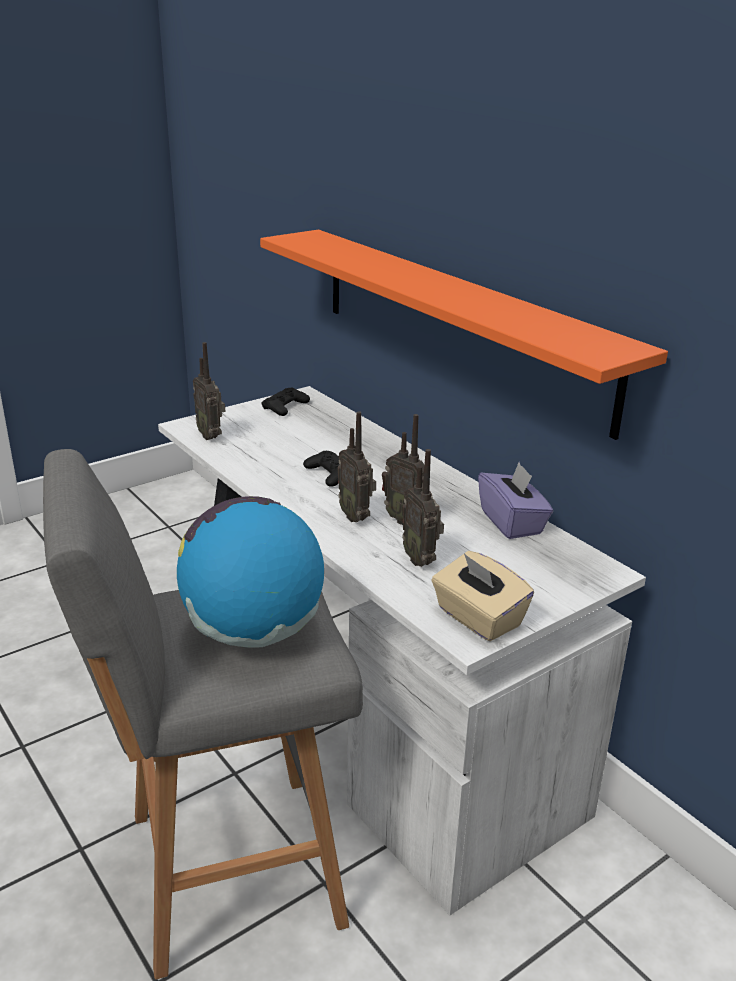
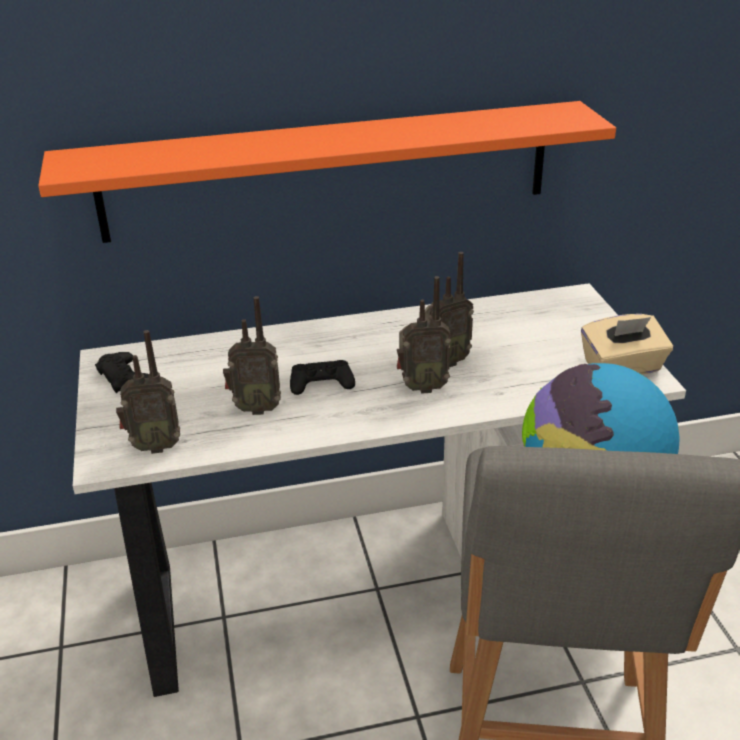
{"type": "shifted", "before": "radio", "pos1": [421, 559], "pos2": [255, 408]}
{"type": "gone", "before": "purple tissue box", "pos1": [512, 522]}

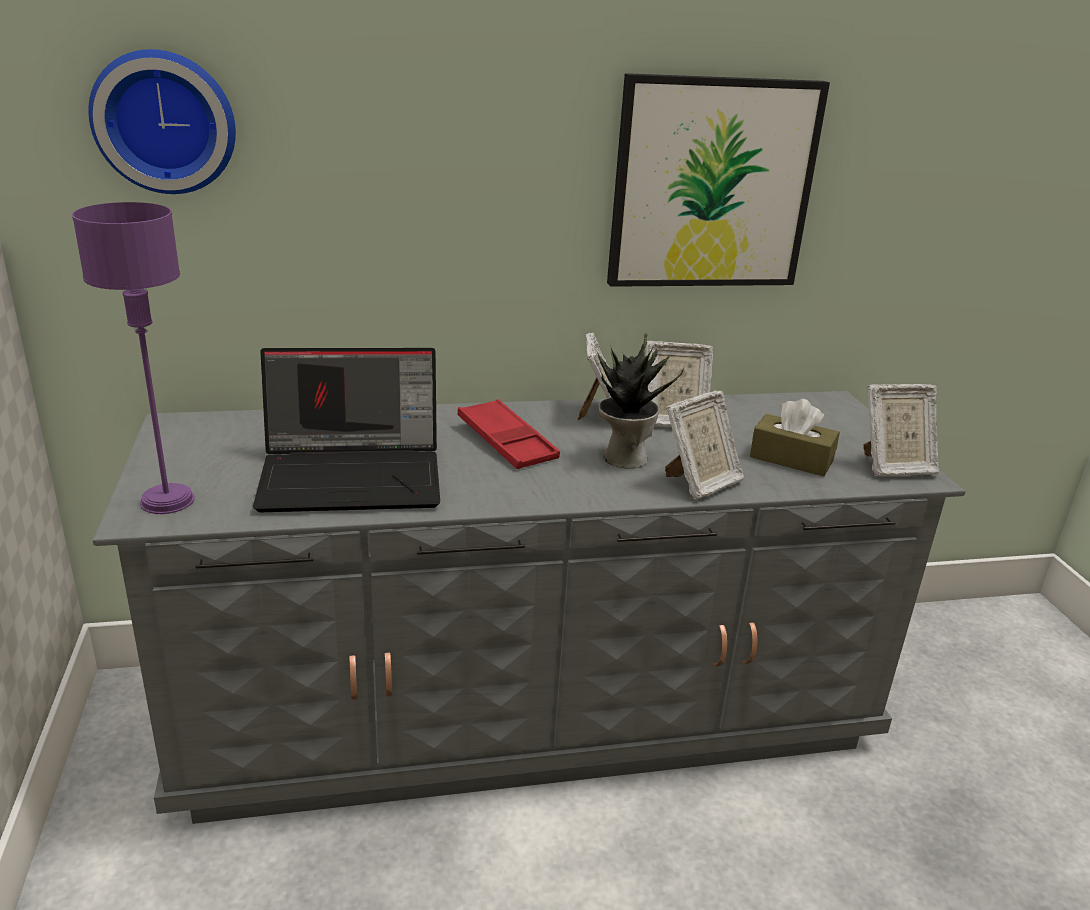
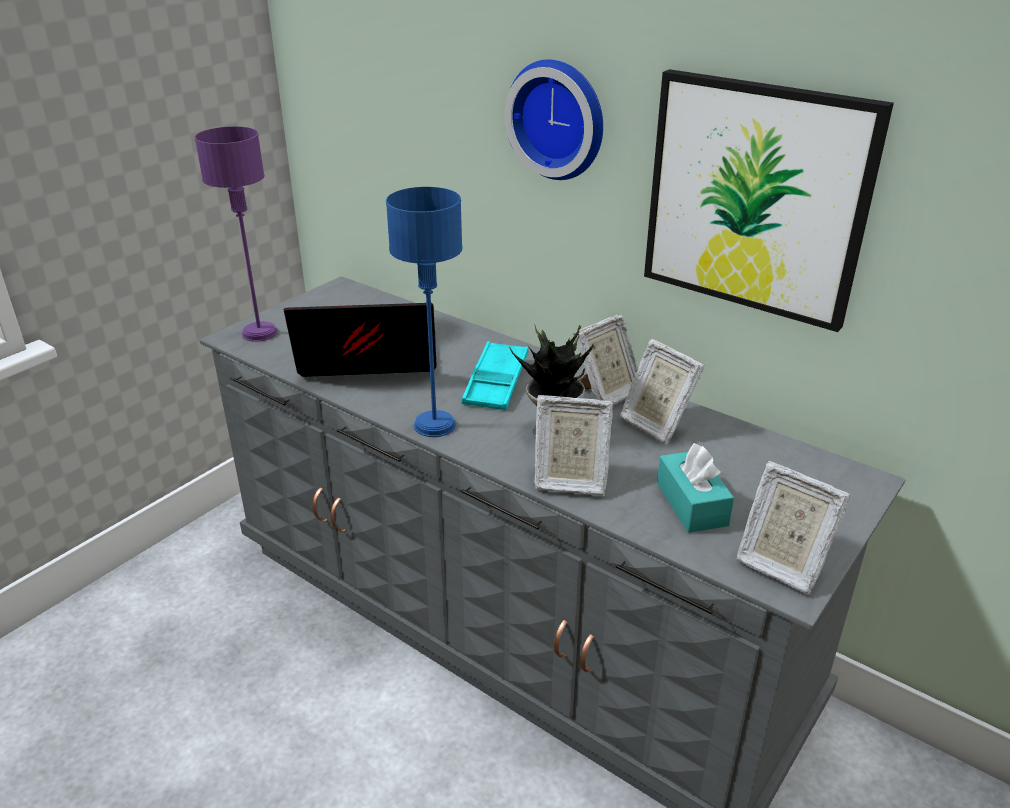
{"type": "shifted", "before": "wall clock", "pos1": [165, 122], "pos2": [559, 119]}
{"type": "rotated", "before": "laptop", "pos1": [354, 476], "pos2": [366, 362], "turn": 135}
{"type": "repainted", "before": "red tray", "after": "turquoise tray", "pos1": [506, 442], "pos2": [496, 382]}
{"type": "repainted", "before": "brown tissue box", "after": "turquoise tissue box", "pos1": [791, 459], "pos2": [691, 504]}
{"type": "new", "after": "blue table lamp", "pos2": [434, 425]}

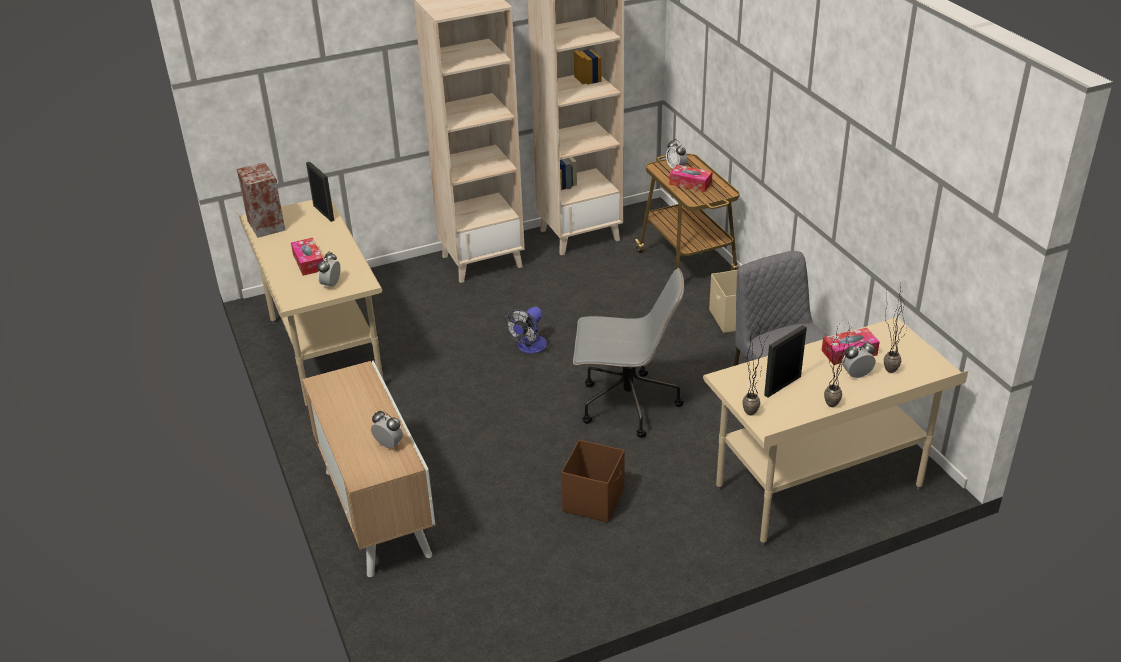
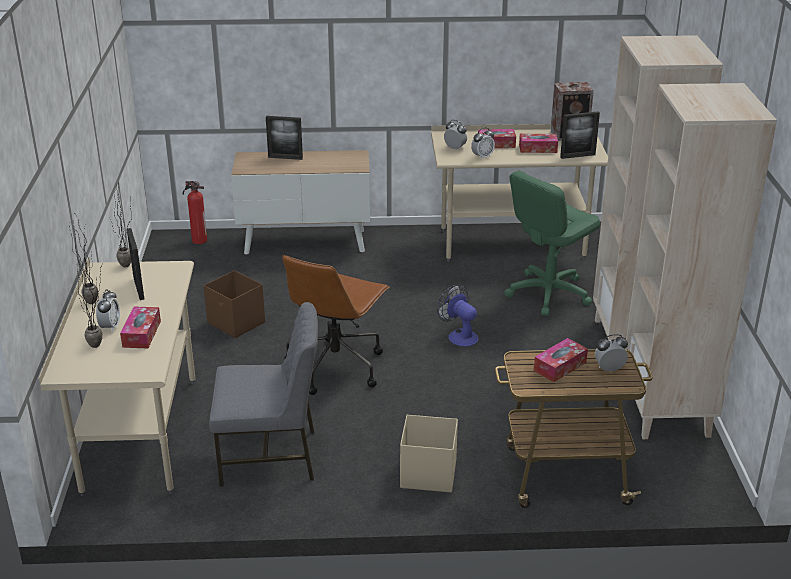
{"type": "repainted", "before": "grey office chair", "after": "brown office chair", "pos1": [626, 405], "pos2": [336, 366]}
{"type": "shifted", "before": "alarm clock", "pos1": [389, 445], "pos2": [482, 157]}
{"type": "new", "after": "picture frame", "pos2": [285, 158]}
{"type": "new", "after": "tissue box", "pos2": [538, 149]}
{"type": "new", "after": "green office chair", "pos2": [548, 293]}
{"type": "new", "after": "fire extinguisher", "pos2": [198, 240]}

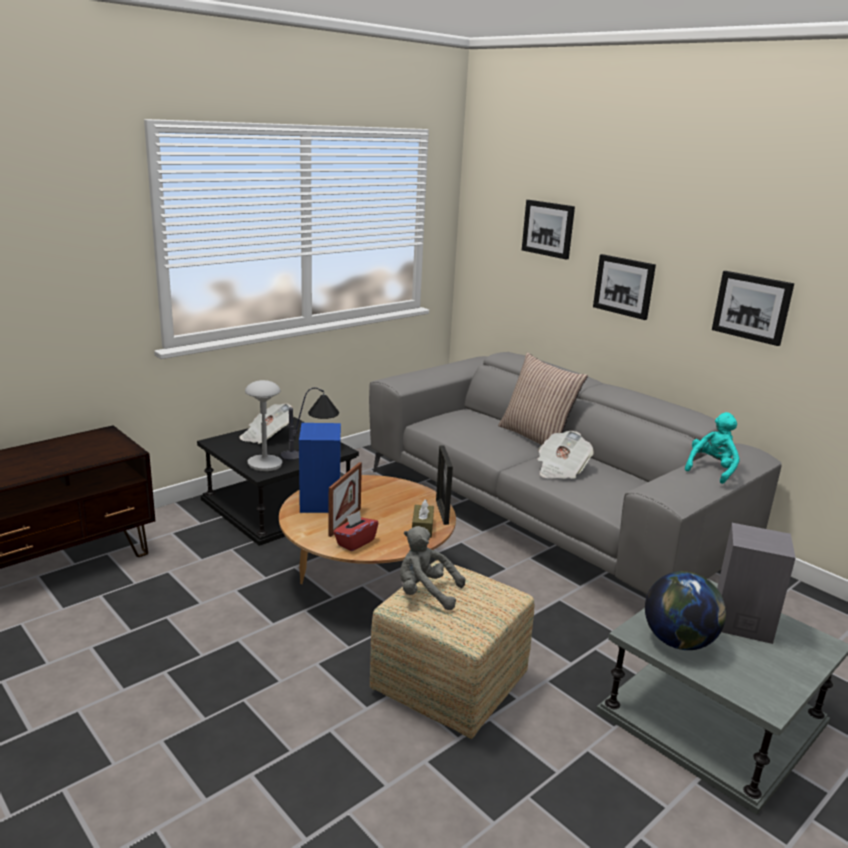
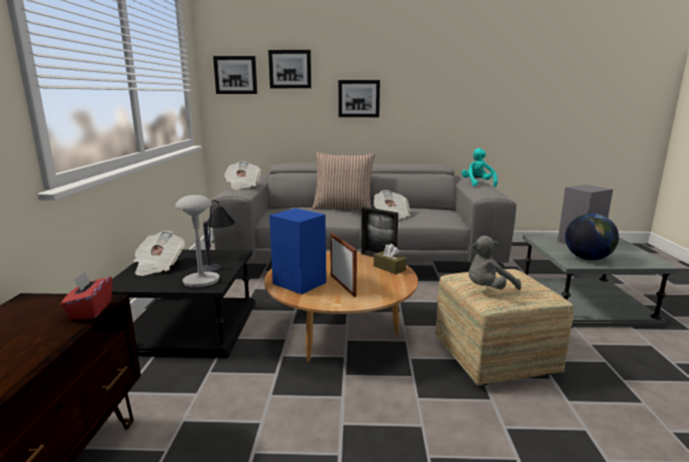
{"type": "shifted", "before": "picture", "pos1": [752, 307], "pos2": [235, 75]}
{"type": "shifted", "before": "red tissue box", "pos1": [355, 542], "pos2": [90, 310]}
{"type": "new", "after": "newspaper", "pos2": [242, 185]}

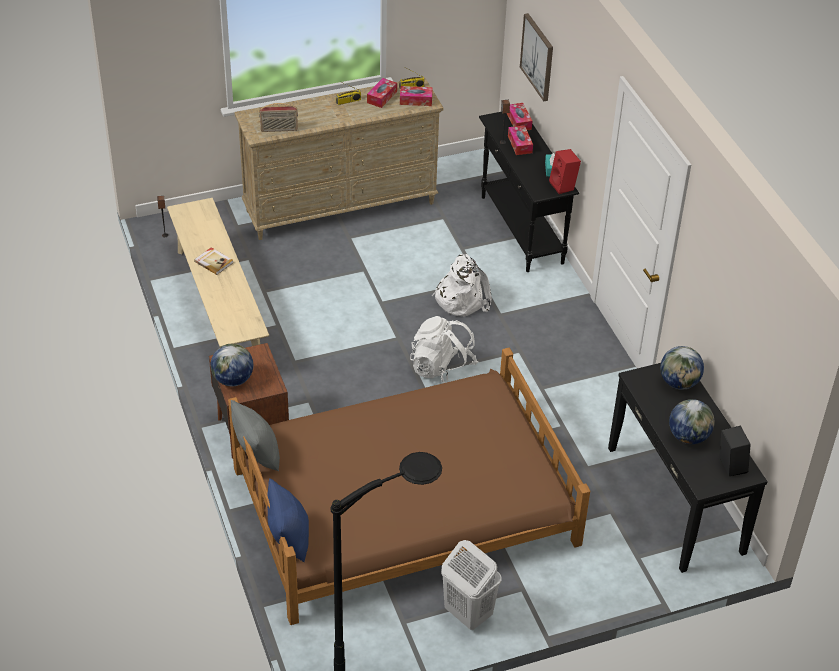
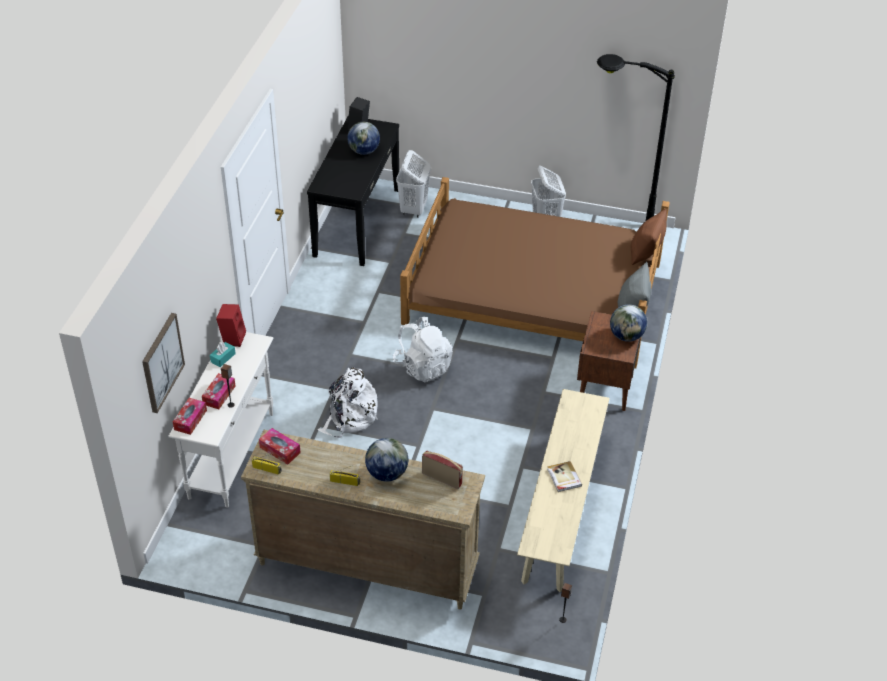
{"type": "gone", "before": "tissue box", "pos1": [382, 97]}
{"type": "repainted", "before": "black console table", "after": "white console table", "pos1": [521, 230], "pos2": [232, 454]}
{"type": "shifted", "before": "globe", "pos1": [679, 383], "pos2": [387, 473]}
{"type": "repainted", "before": "blue pillow", "after": "brown pillow", "pos1": [289, 538], "pos2": [646, 253]}
{"type": "new", "after": "white laundry basket", "pos2": [413, 209]}

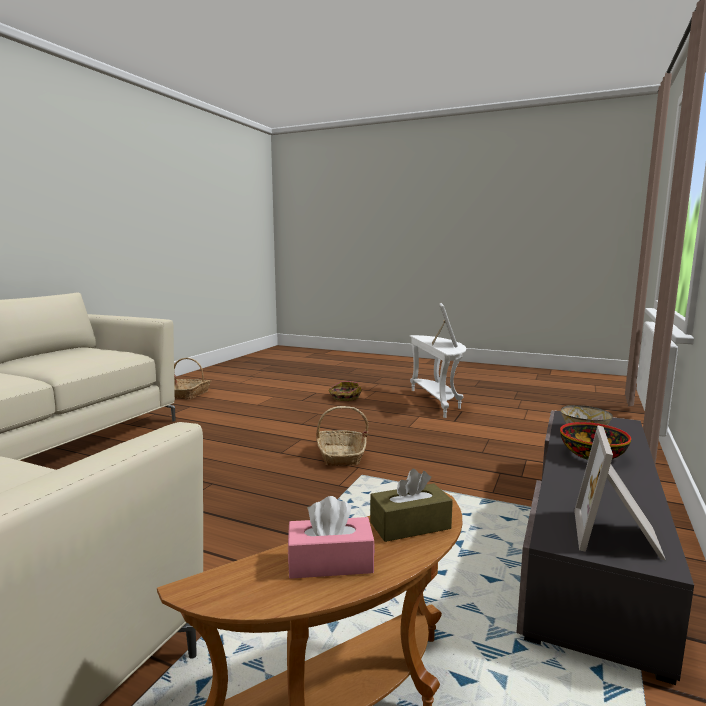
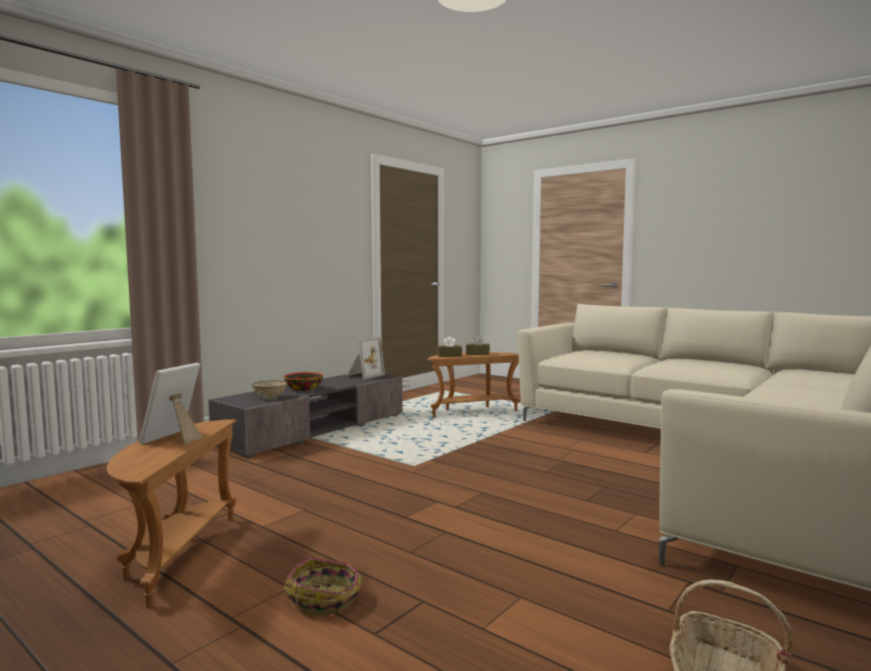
{"type": "repainted", "before": "white side table", "after": "brown side table", "pos1": [437, 402], "pos2": [175, 556]}
{"type": "gone", "before": "basket", "pos1": [341, 456]}
{"type": "repainted", "before": "pink tissue box", "after": "brown tissue box", "pos1": [330, 562], "pos2": [477, 354]}

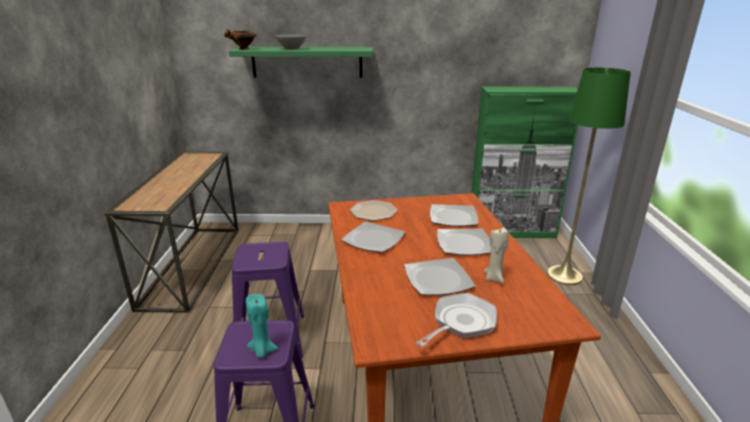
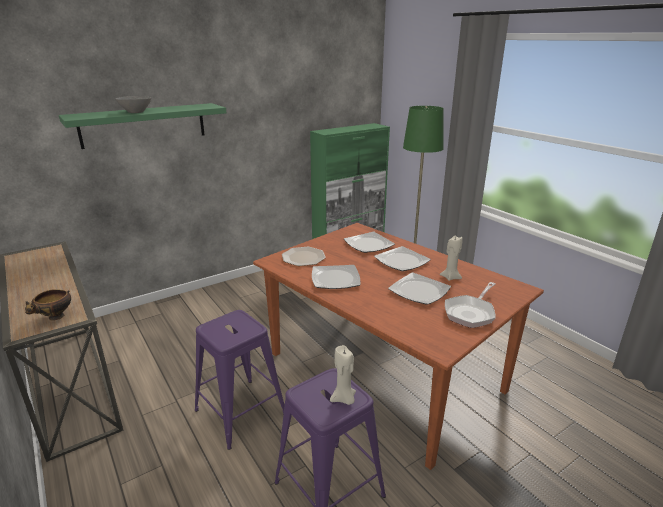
{"type": "shifted", "before": "bowl", "pos1": [243, 49], "pos2": [55, 317]}
{"type": "rotated", "before": "frying pan", "pos1": [461, 323], "pos2": [470, 313], "turn": -150}
{"type": "repainted", "before": "turquoise candle", "after": "beige candle", "pos1": [262, 351], "pos2": [344, 399]}

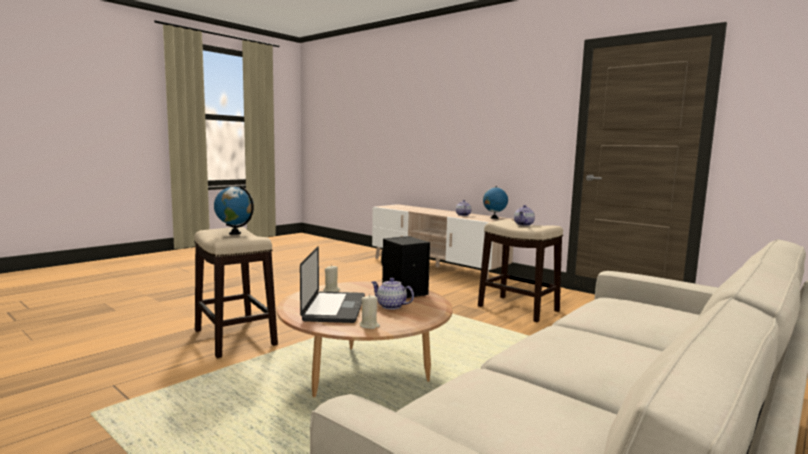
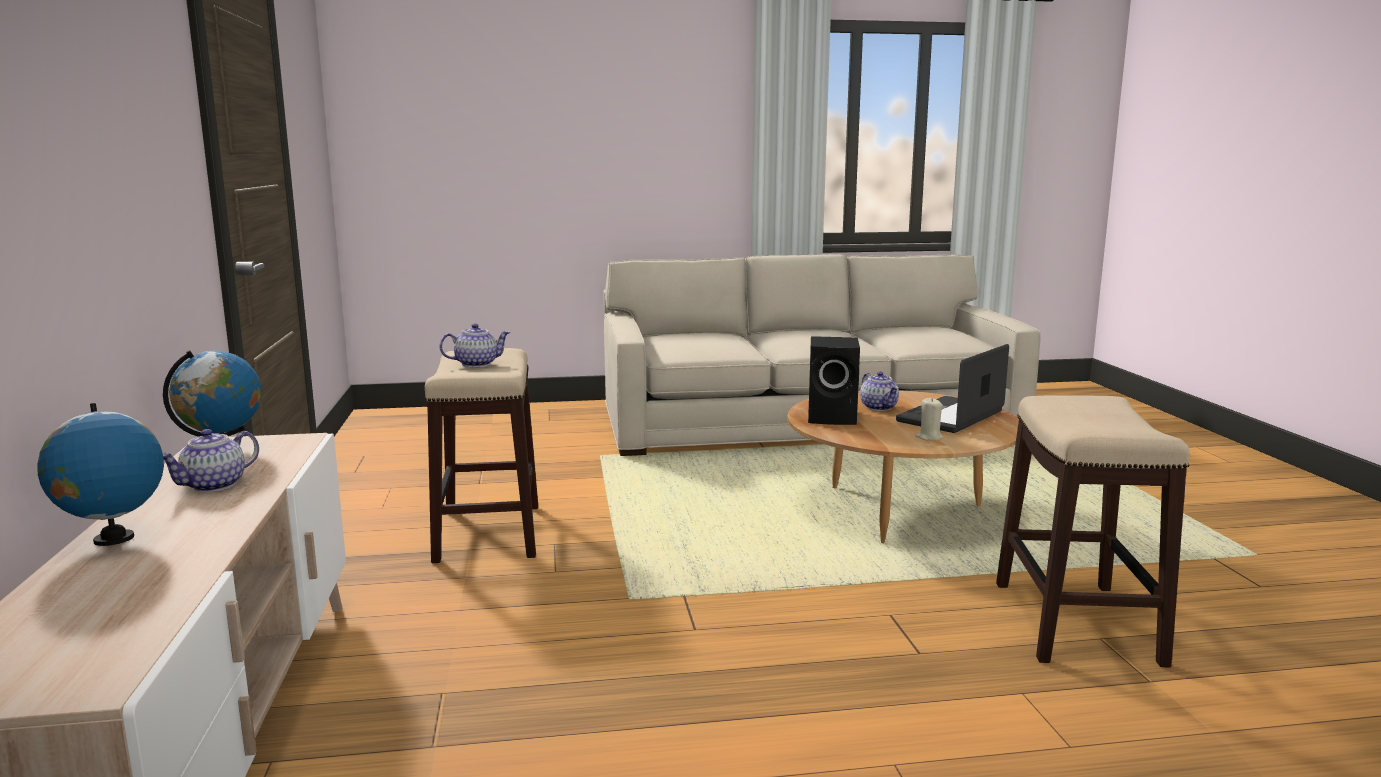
{"type": "shifted", "before": "globe", "pos1": [235, 233], "pos2": [113, 539]}
{"type": "gone", "before": "beige candle", "pos1": [369, 326]}

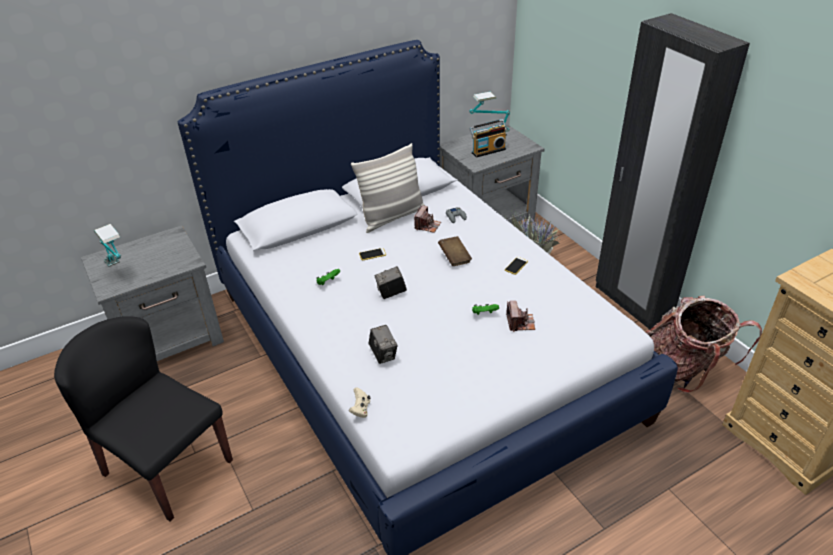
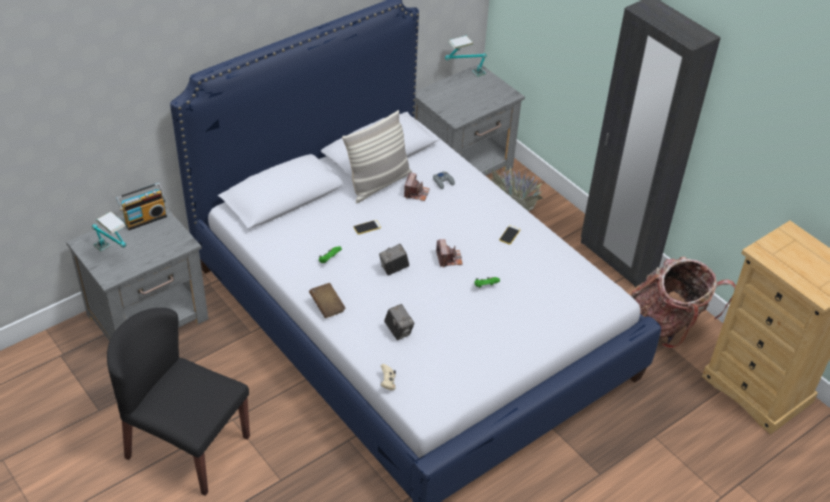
{"type": "shifted", "before": "radio", "pos1": [487, 150], "pos2": [145, 219]}
{"type": "shifted", "before": "brown book", "pos1": [454, 258], "pos2": [327, 306]}
{"type": "shifted", "before": "photo camera", "pos1": [520, 323], "pos2": [449, 258]}

